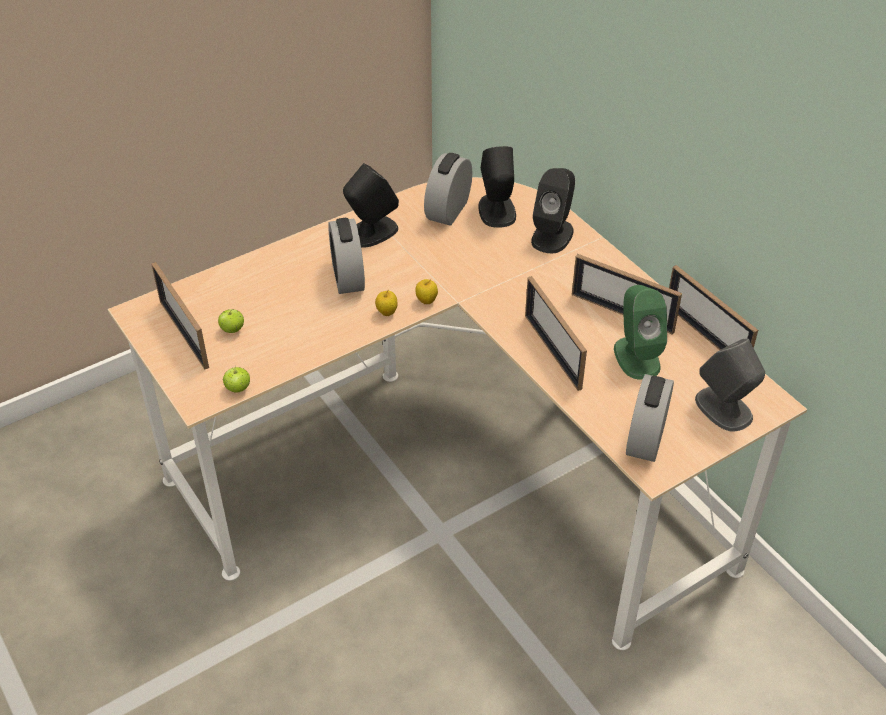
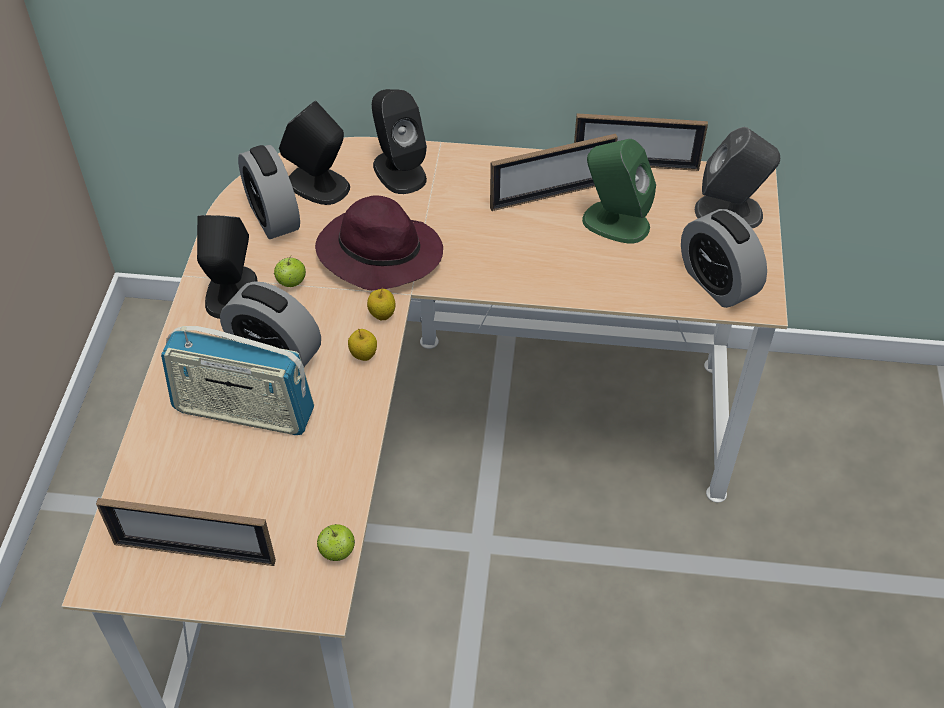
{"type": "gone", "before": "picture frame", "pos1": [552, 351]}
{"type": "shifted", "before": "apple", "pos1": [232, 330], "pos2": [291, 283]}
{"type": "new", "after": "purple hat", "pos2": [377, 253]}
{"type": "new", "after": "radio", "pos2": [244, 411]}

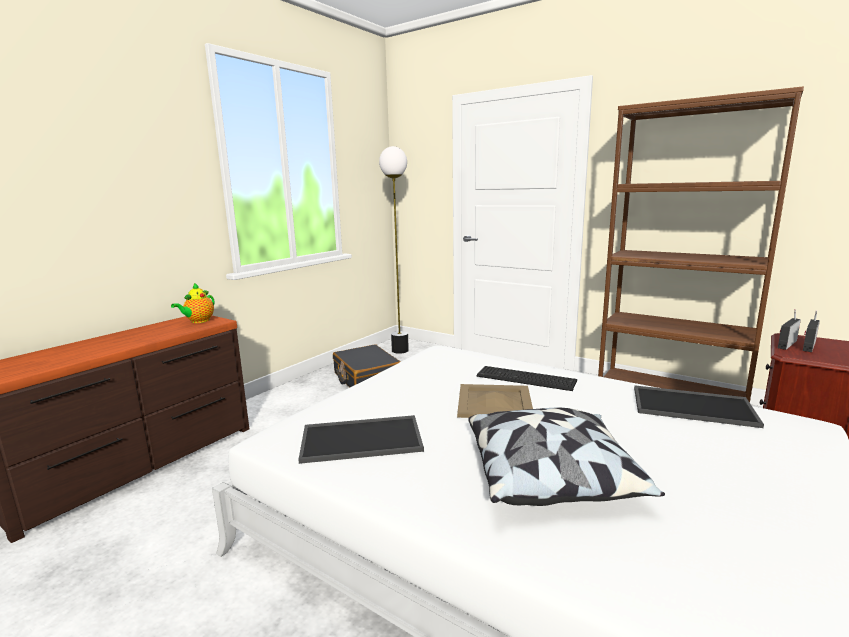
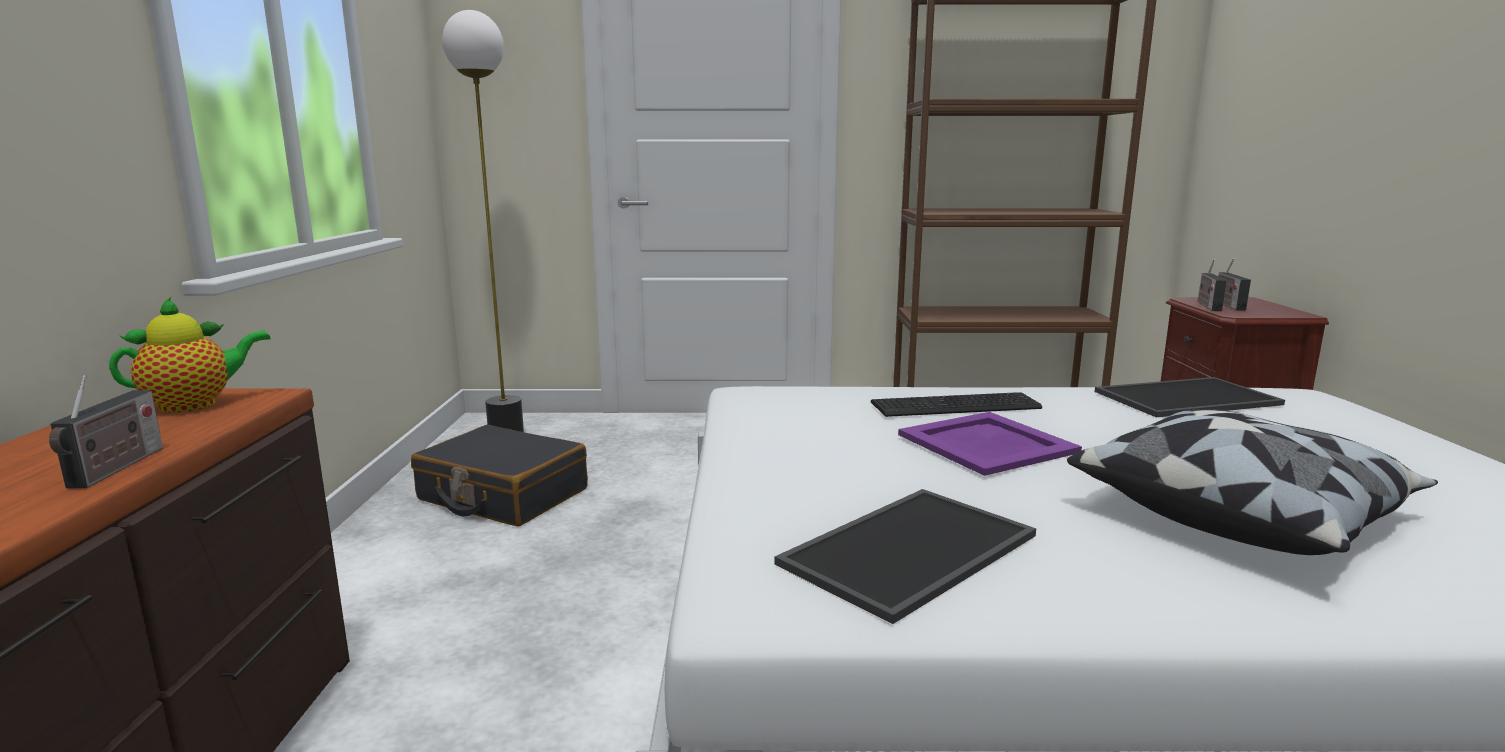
{"type": "rotated", "before": "teapot", "pos1": [198, 321], "pos2": [195, 404], "turn": -120}
{"type": "repainted", "before": "beige tray", "after": "purple tray", "pos1": [494, 402], "pos2": [985, 443]}
{"type": "new", "after": "radio", "pos2": [115, 469]}

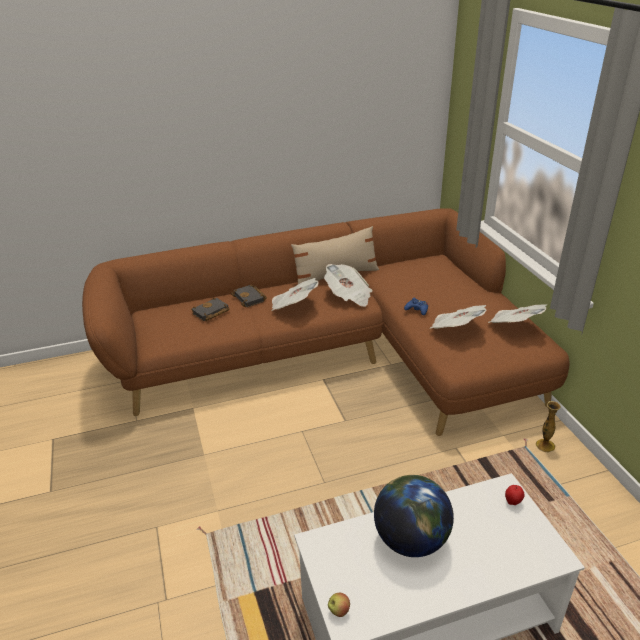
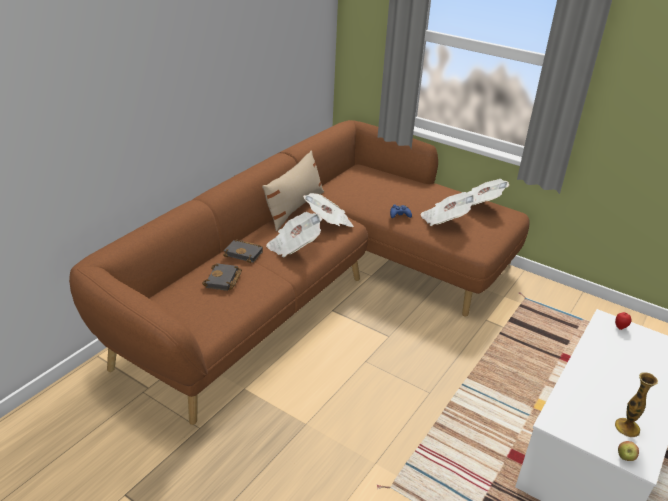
{"type": "shifted", "before": "vase", "pos1": [545, 445], "pos2": [627, 427]}
{"type": "gone", "before": "globe", "pos1": [411, 539]}

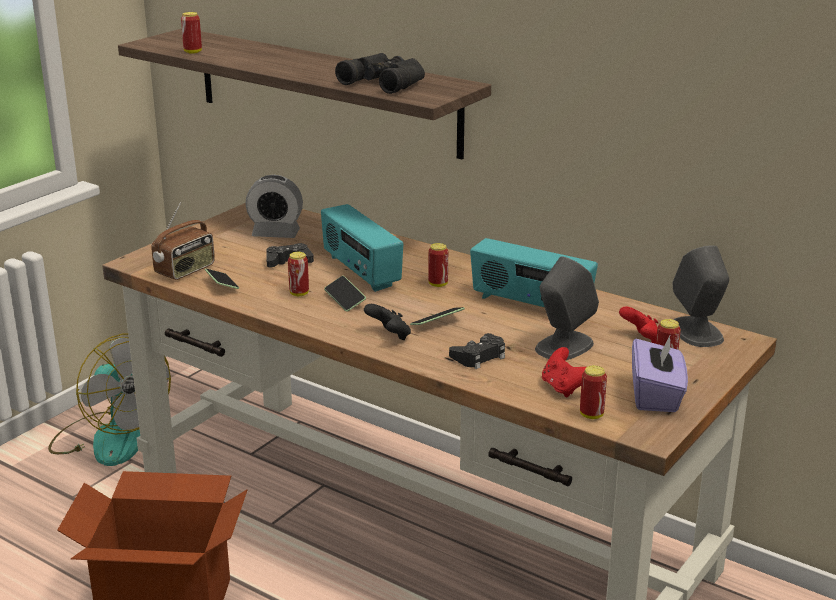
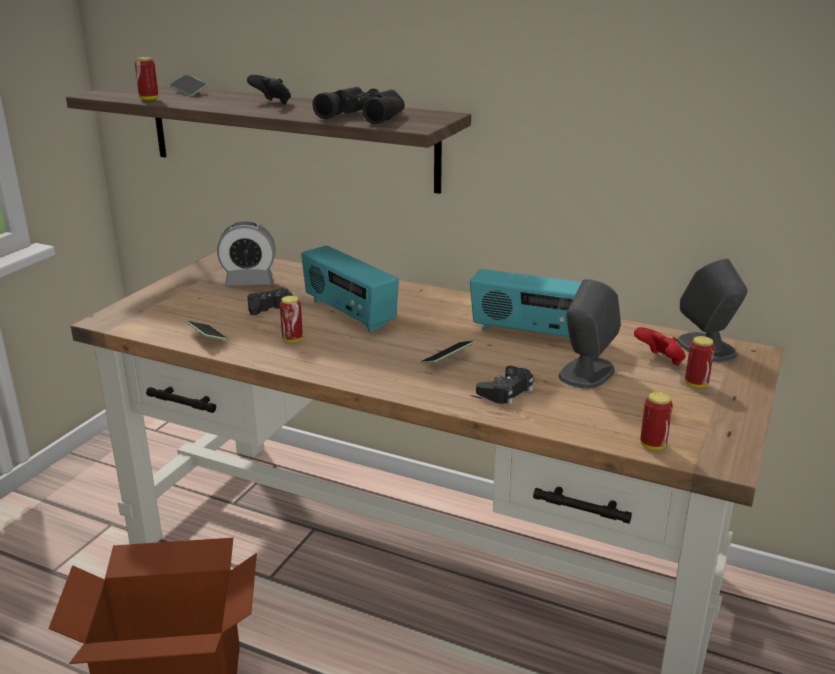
{"type": "gone", "before": "radio", "pos1": [185, 271]}
{"type": "gone", "before": "can", "pos1": [438, 284]}
{"type": "shifted", "before": "phone", "pos1": [345, 300], "pos2": [189, 92]}
{"type": "shifted", "before": "black game controller", "pos1": [389, 336], "pos2": [272, 103]}
{"type": "gone", "before": "fan", "pos1": [110, 437]}
{"type": "gone", "before": "purple tissue box", "pos1": [656, 396]}
{"type": "gone", "before": "red game controller", "pos1": [564, 388]}

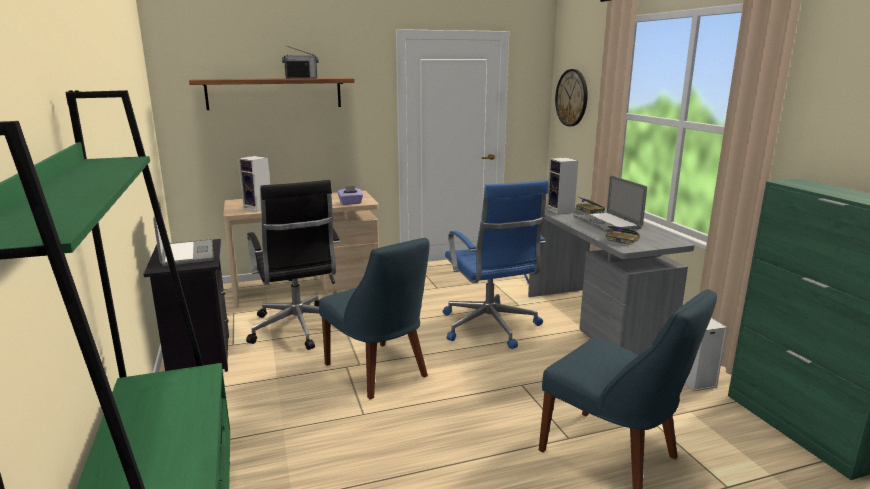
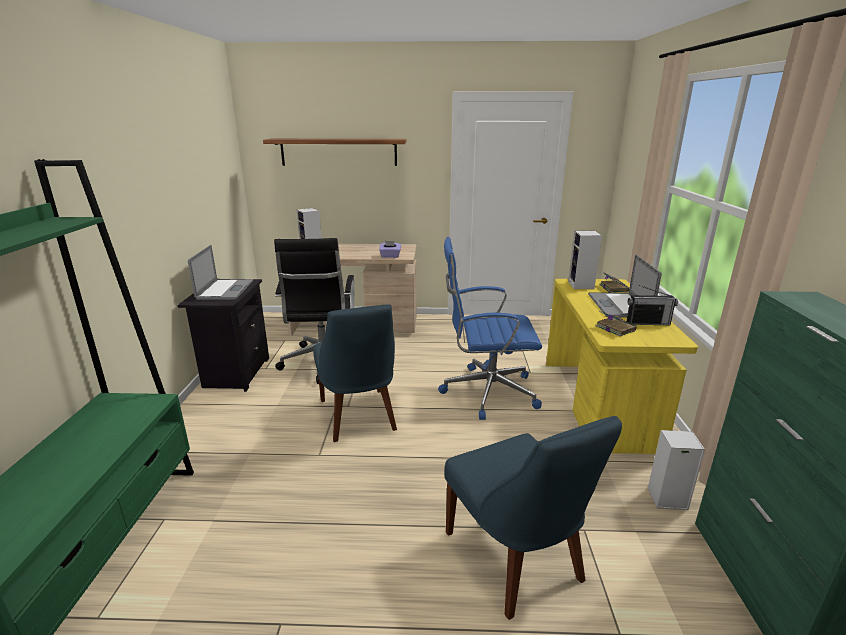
{"type": "shifted", "before": "radio", "pos1": [301, 78], "pos2": [648, 323]}
{"type": "gone", "before": "wall clock", "pos1": [572, 98]}
{"type": "rotated", "before": "blue office chair", "pos1": [490, 327], "pos2": [486, 392], "turn": 90}
{"type": "repainted", "before": "grey desk", "after": "yellow desk", "pos1": [596, 320], "pos2": [599, 403]}

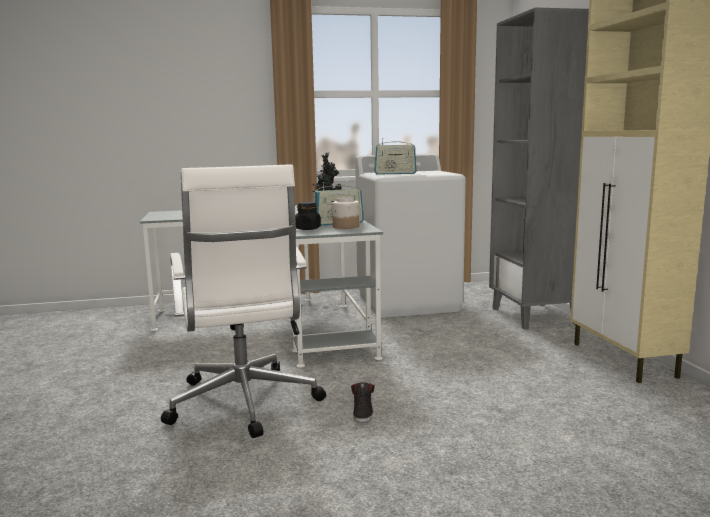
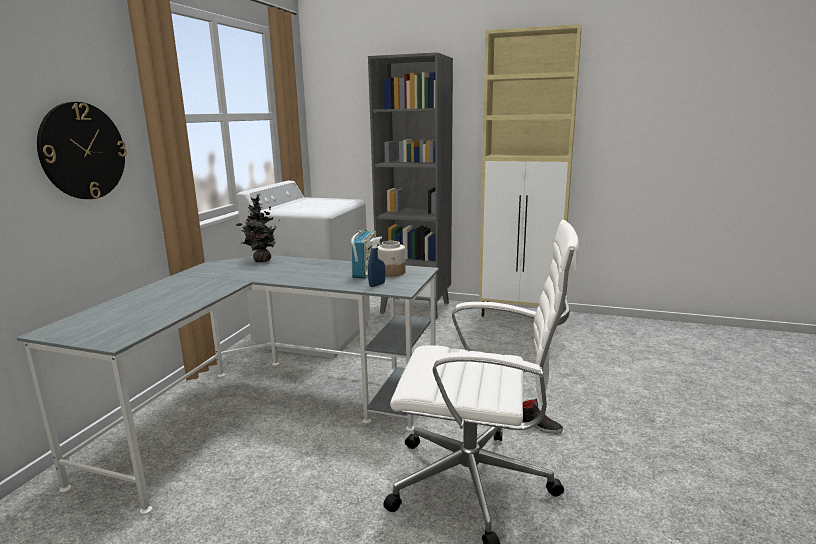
{"type": "gone", "before": "radio", "pos1": [395, 173]}
{"type": "swapped", "before": "black jar", "after": "blue spray bottle", "pos1": [307, 228], "pos2": [377, 285]}
{"type": "new", "after": "wall clock", "pos2": [82, 151]}

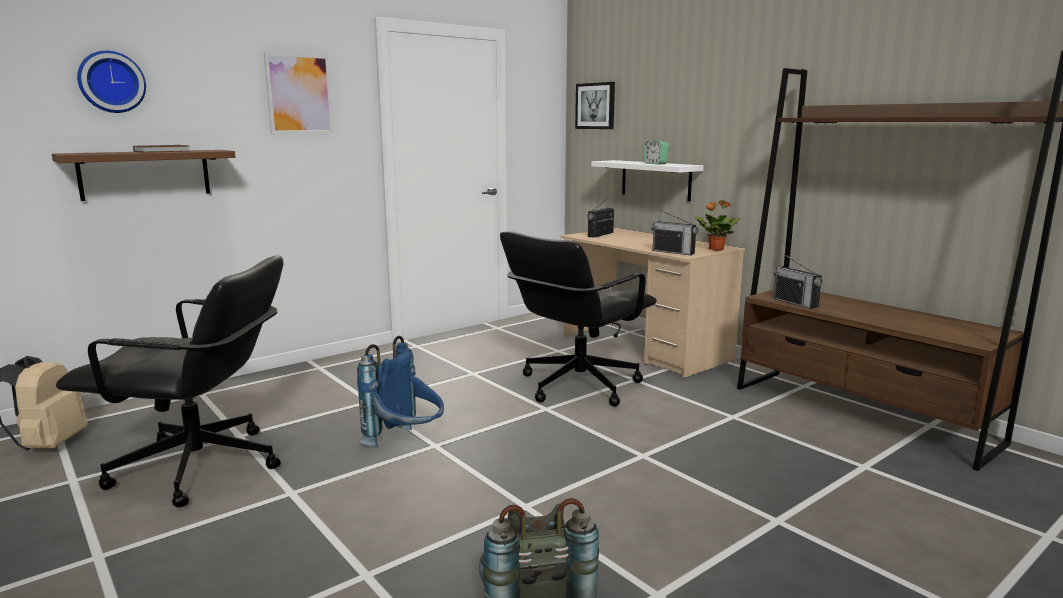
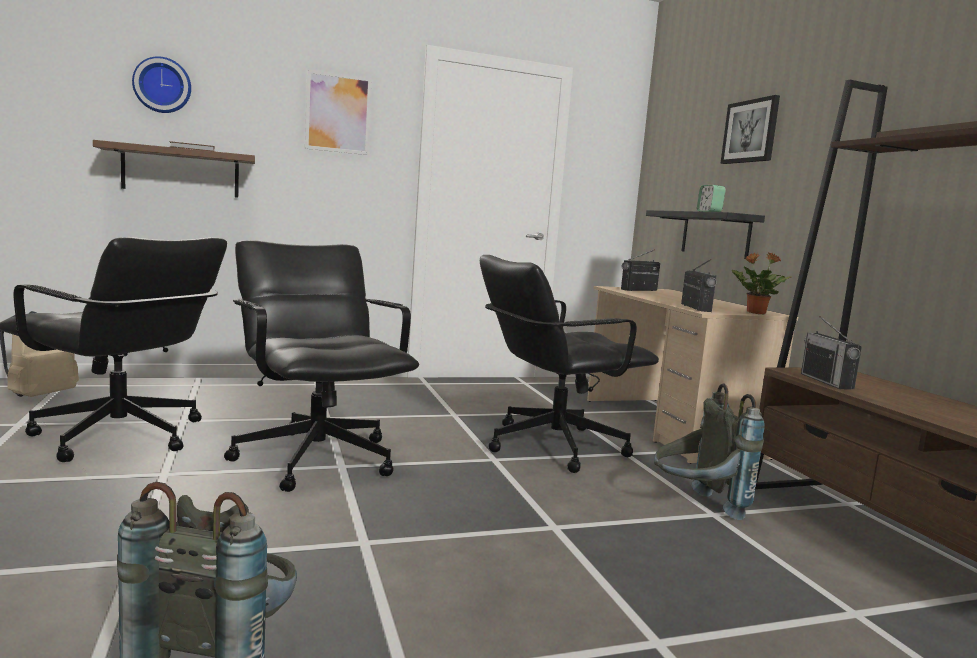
{"type": "shifted", "before": "picture", "pos1": [595, 106], "pos2": [750, 131]}
{"type": "repainted", "before": "white shelf", "after": "black shelf", "pos1": [655, 180], "pos2": [715, 234]}
{"type": "rotated", "before": "radio", "pos1": [673, 252], "pos2": [695, 308], "turn": -150}
{"type": "swapped", "before": "blue backpack", "after": "black office chair", "pos1": [407, 443], "pos2": [317, 458]}
{"type": "new", "after": "grey backpack", "pos2": [696, 507]}

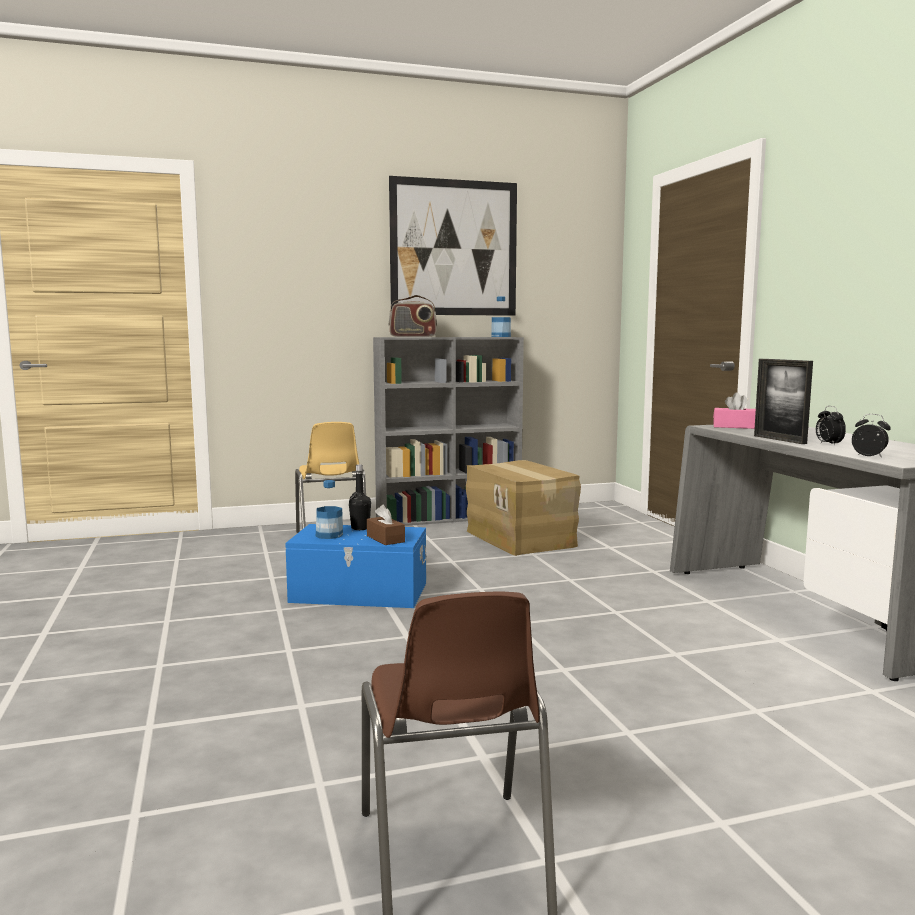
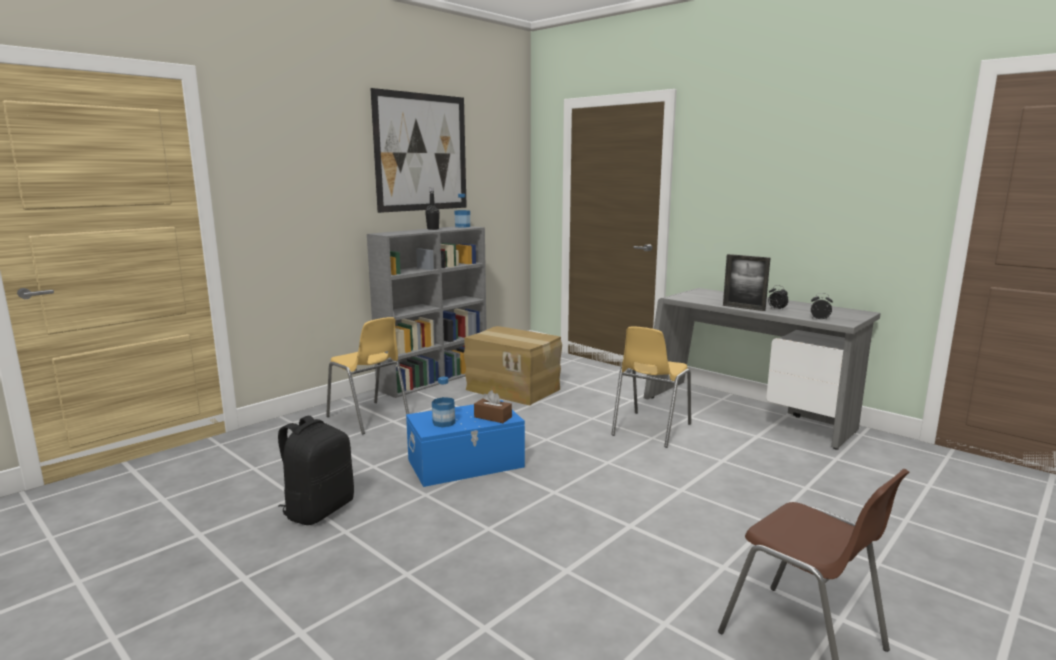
{"type": "gone", "before": "radio", "pos1": [412, 336]}
{"type": "gone", "before": "pink tissue box", "pos1": [734, 426]}
{"type": "shifted", "before": "black bottle", "pos1": [360, 528], "pos2": [433, 229]}
{"type": "new", "after": "yellow chair", "pos2": [650, 429]}
{"type": "new", "after": "black backpack", "pos2": [318, 510]}

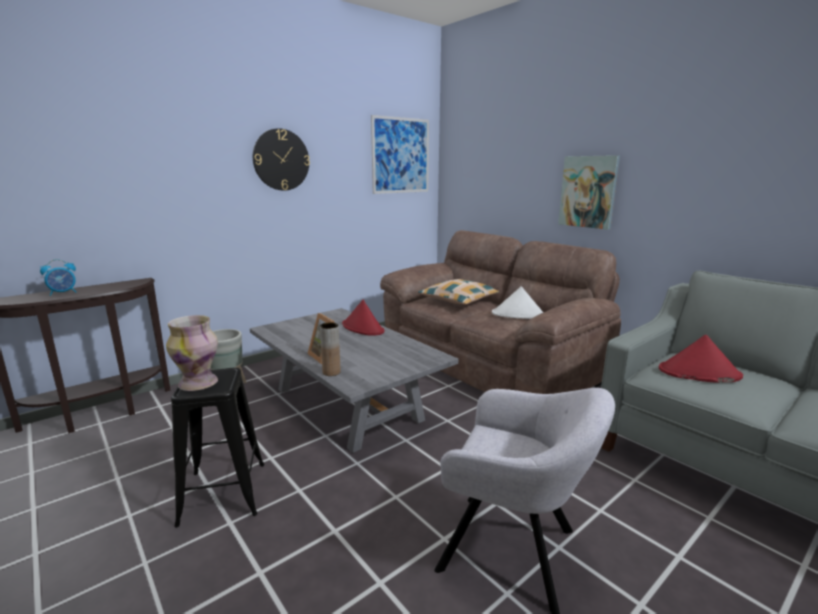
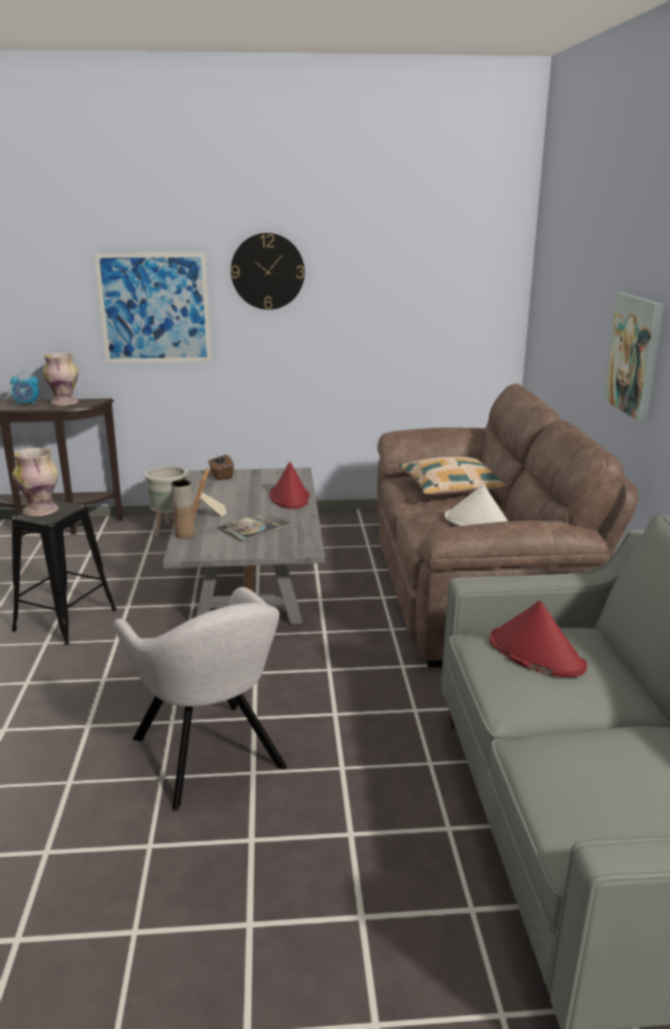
{"type": "shifted", "before": "picture", "pos1": [401, 155], "pos2": [154, 308]}
{"type": "new", "after": "vase", "pos2": [65, 403]}
{"type": "new", "after": "brown tissue box", "pos2": [221, 476]}
{"type": "new", "after": "book", "pos2": [254, 528]}

